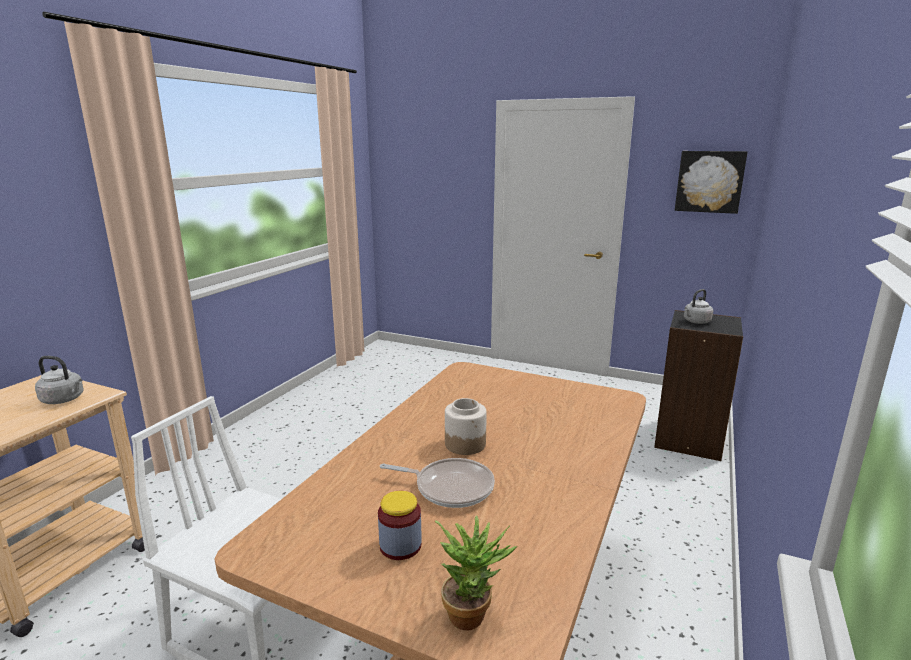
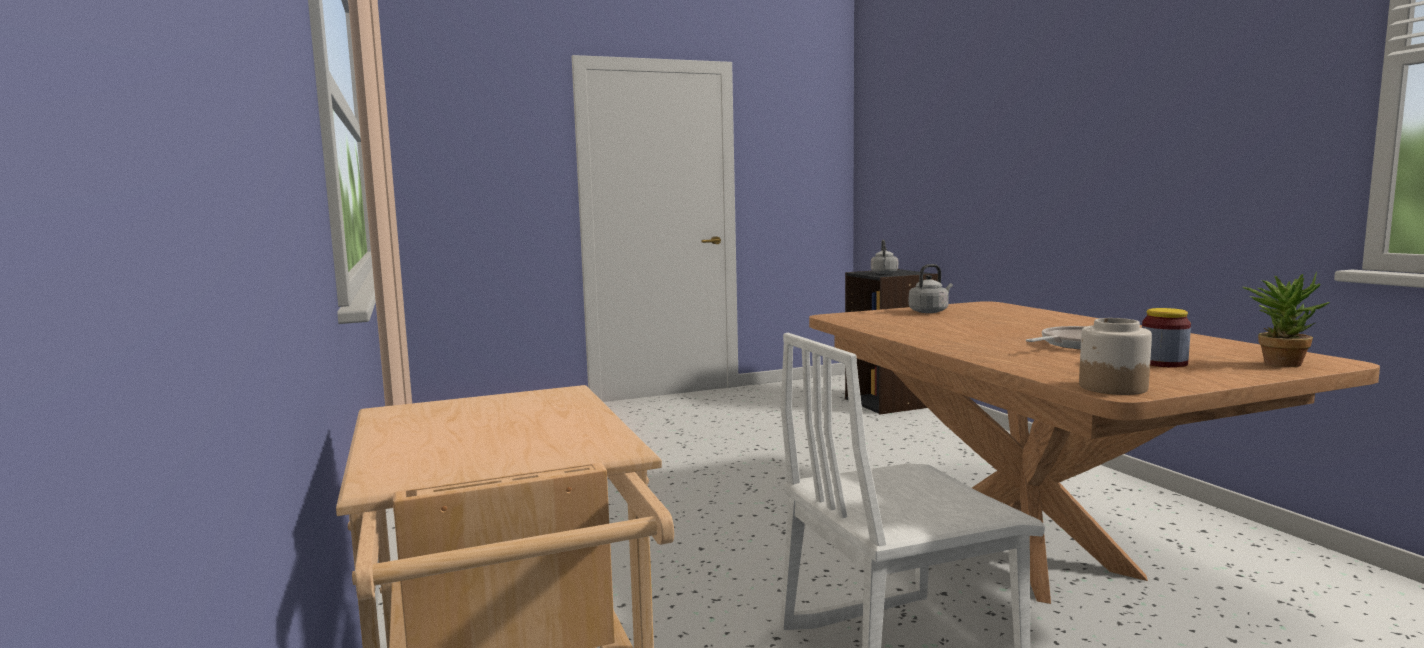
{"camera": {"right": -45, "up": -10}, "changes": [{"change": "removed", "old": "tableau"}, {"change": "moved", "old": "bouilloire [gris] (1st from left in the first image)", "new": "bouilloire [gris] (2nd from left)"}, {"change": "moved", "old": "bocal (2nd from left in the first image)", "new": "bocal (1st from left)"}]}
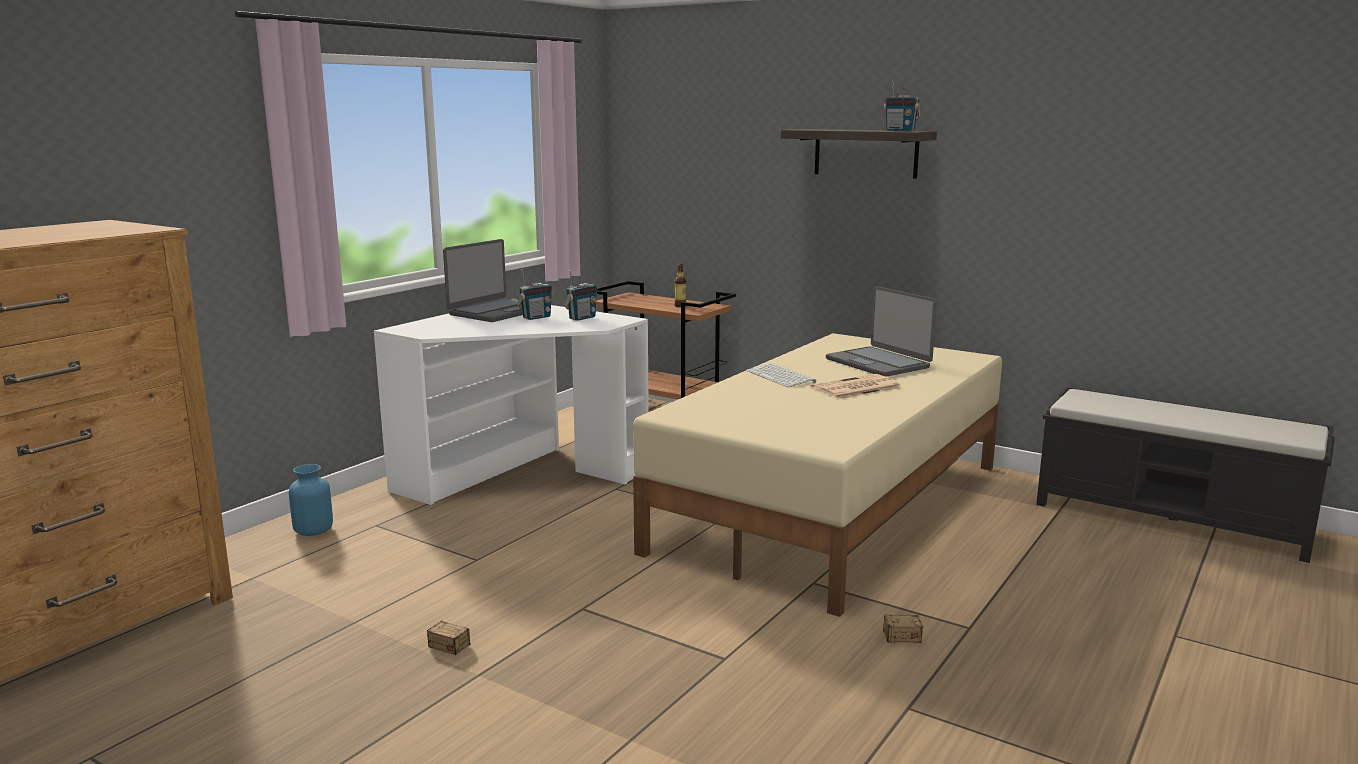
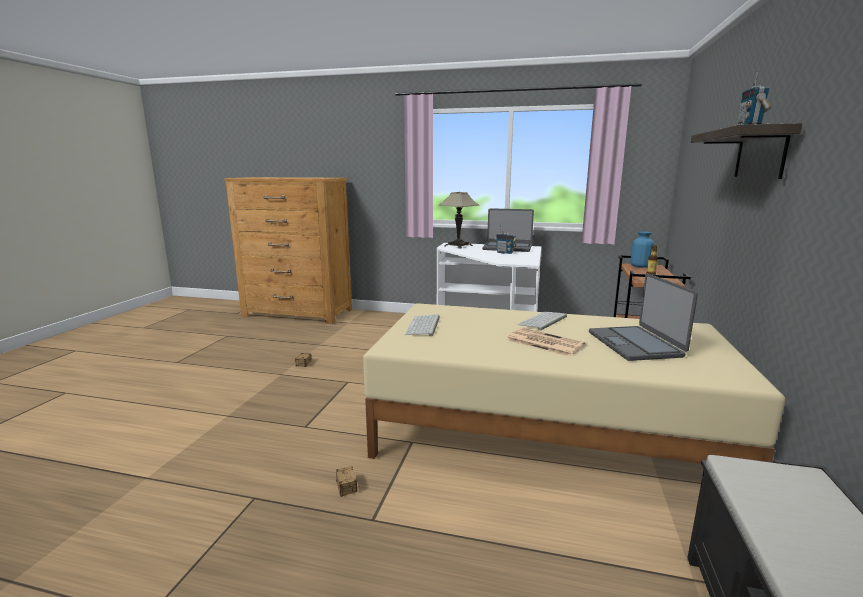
{"camera": {"right": 70, "up": 0}, "changes": [{"change": "removed", "old": "radio (2nd from left)"}, {"change": "turned", "old": "ordinateur portable (2nd from left)", "degrees": -45}, {"change": "moved", "old": "vase [bleu]"}, {"change": "added", "new": "lampe de table"}, {"change": "added", "new": "clavier (1st from left)"}]}
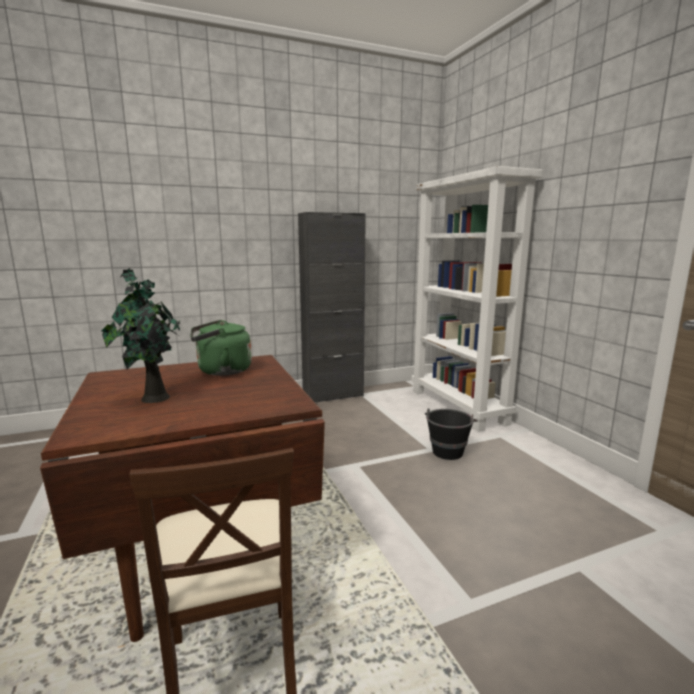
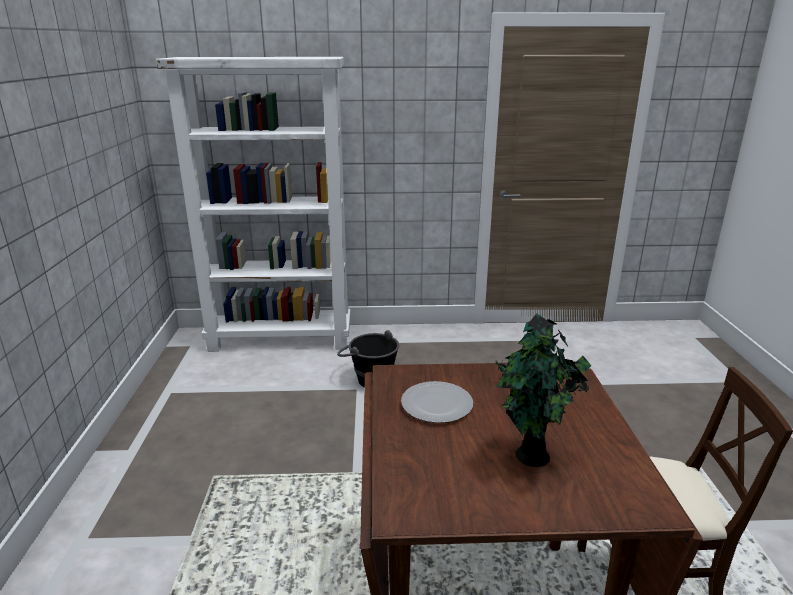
{"camera": {"right": -70, "up": 10}, "changes": [{"change": "removed", "old": "meuble de rangement [noir]"}, {"change": "replaced", "old": "bouilloire [vert]", "new": "assiette"}]}
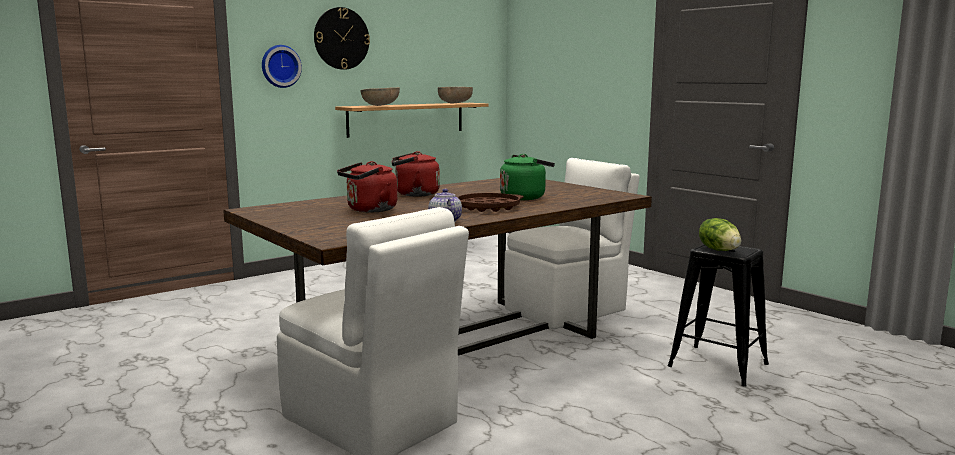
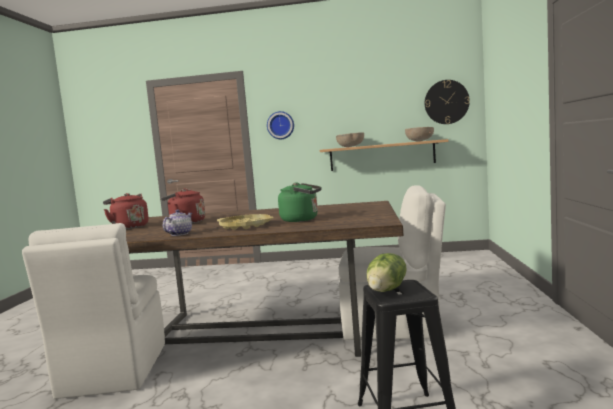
{"camera": {"right": 45, "up": -5}, "changes": [{"change": "moved", "old": "horloge murale (2nd from left)"}, {"change": "moved", "old": "bouilloire [rouge] (2nd from left in the first image)", "new": "bouilloire [rouge] (1st from left)"}, {"change": "recoloured", "old": "plateau [marron]", "new": "plateau [jaune]"}]}
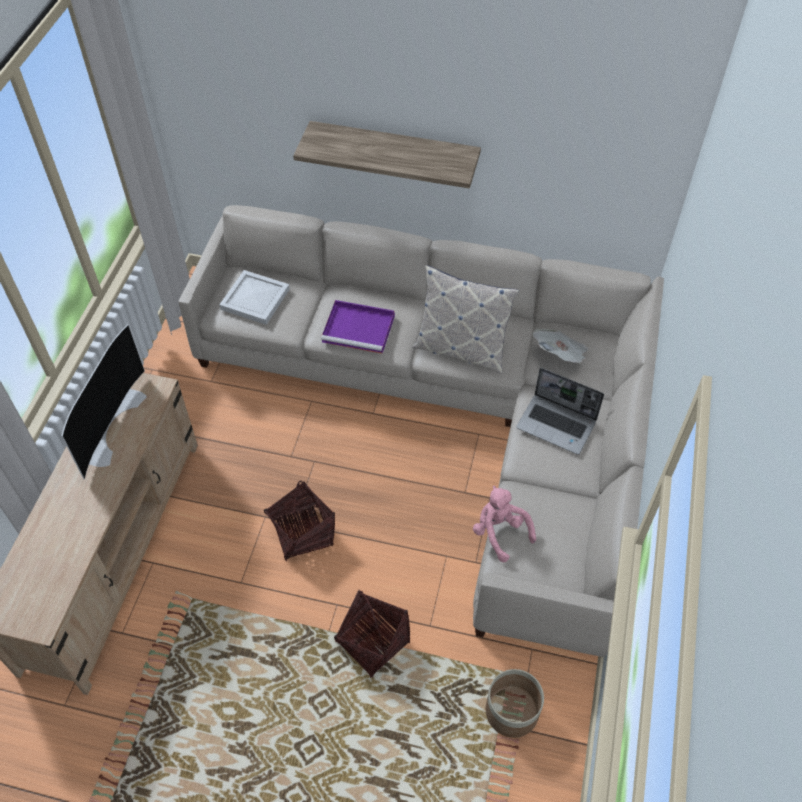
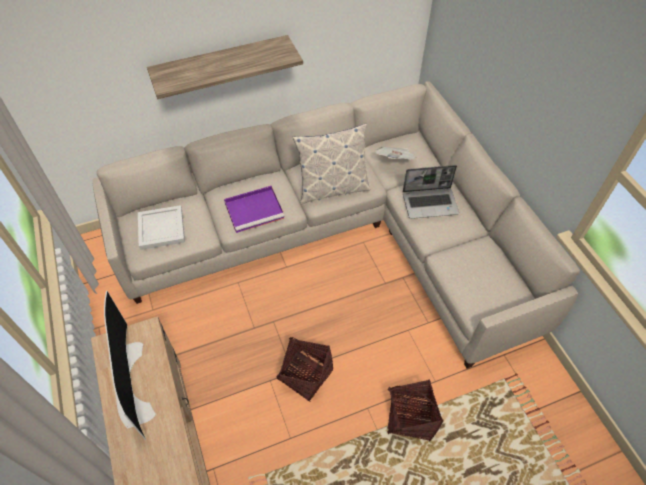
{"camera": {"right": -35, "up": 0}, "changes": [{"change": "removed", "old": "peluche [rose]"}, {"change": "removed", "old": "cache-pot"}]}
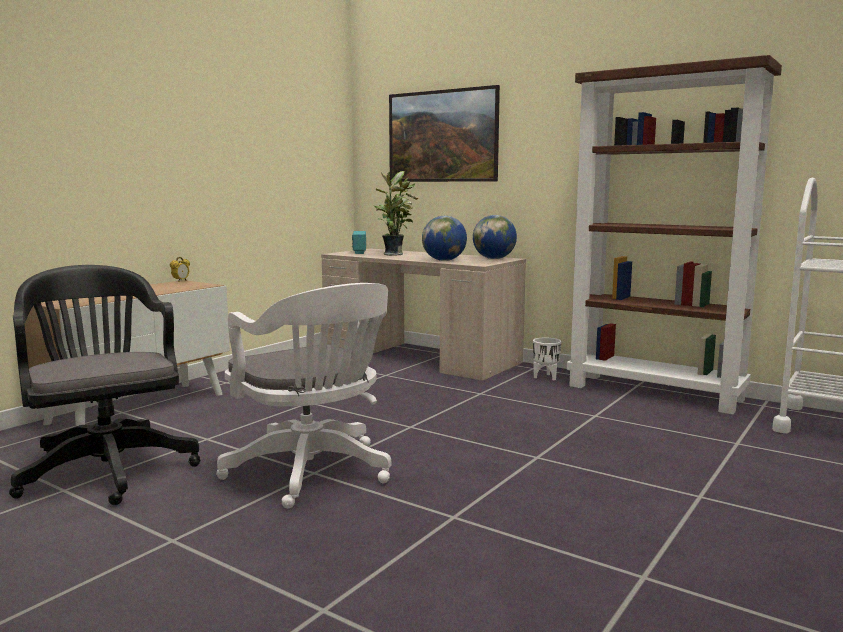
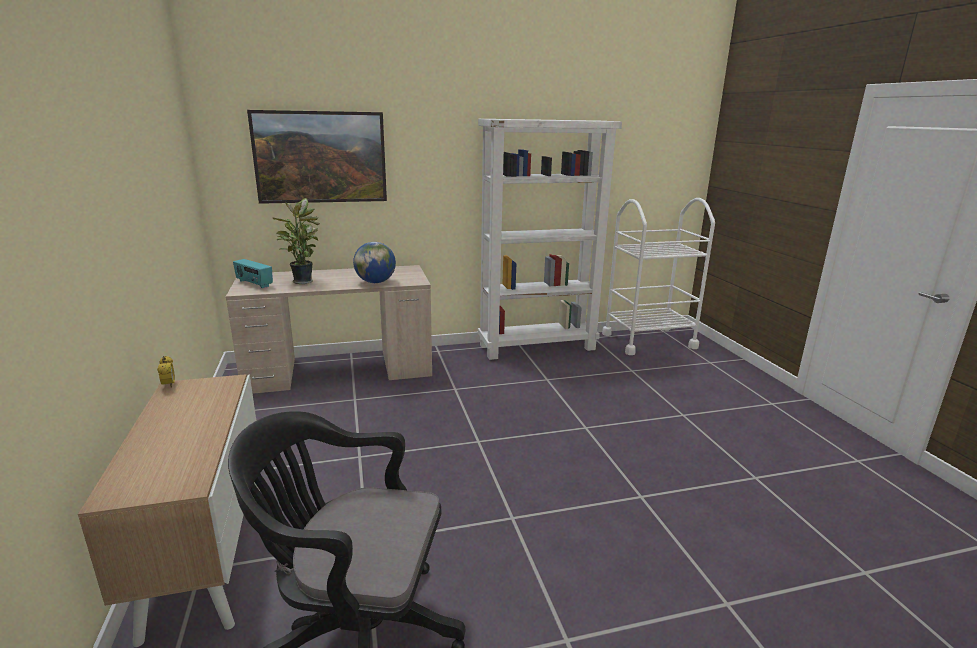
{"camera": {"right": -50, "up": 10}, "changes": [{"change": "recoloured", "old": "bibliothèque [marron]", "new": "bibliothèque [blanc]"}, {"change": "removed", "old": "globe (2nd from left)"}, {"change": "removed", "old": "chaise de bureau [blanc]"}, {"change": "removed", "old": "cache-pot [blanc]"}]}
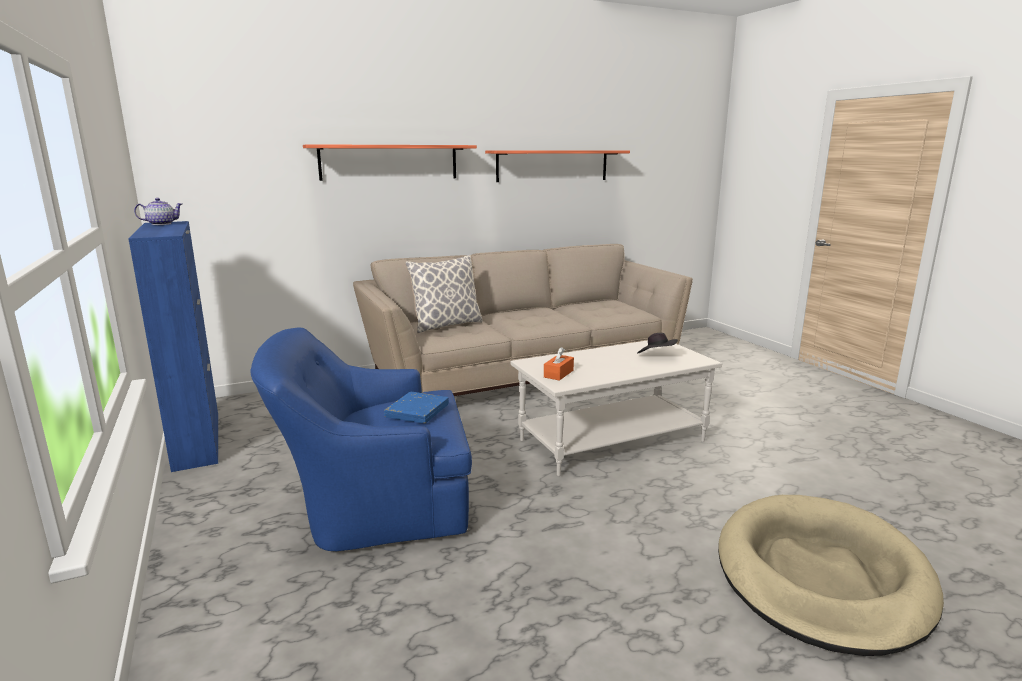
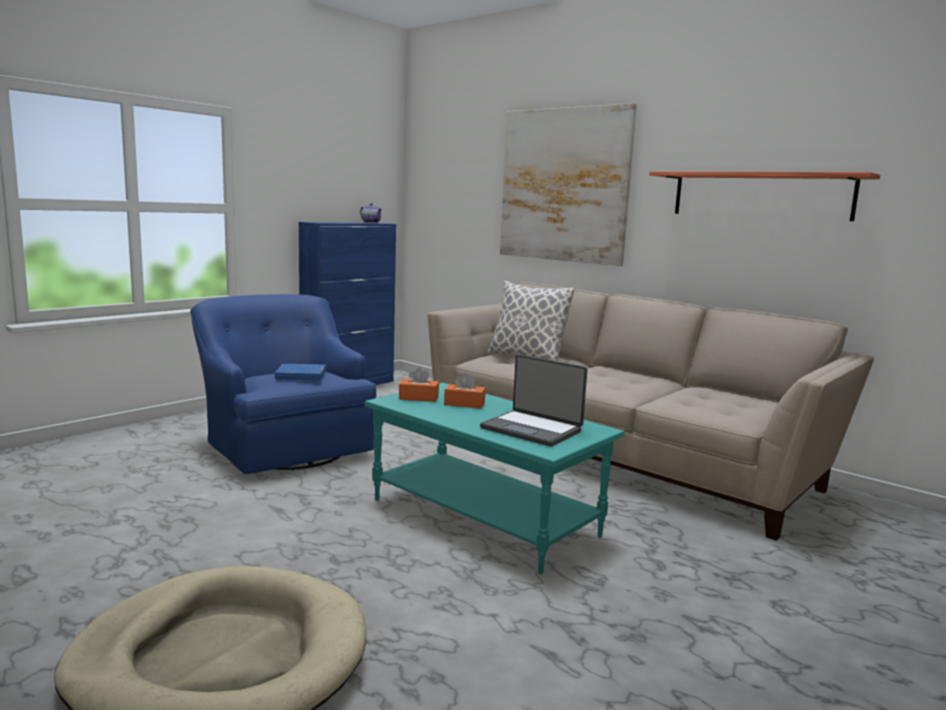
{"camera": {"right": 65, "up": -5}, "changes": [{"change": "replaced", "old": "étagère (1st from left)", "new": "tableau"}, {"change": "replaced", "old": "chapeau [noir]", "new": "ordinateur portable"}, {"change": "recoloured", "old": "table basse [blanc]", "new": "table basse [turquoise]"}, {"change": "added", "new": "boîte à mouchoirs [orange] (2nd from left)"}]}
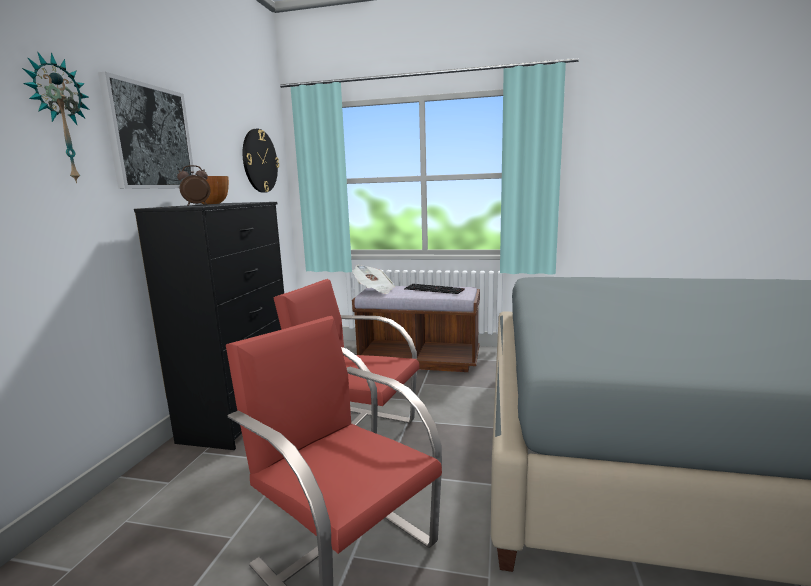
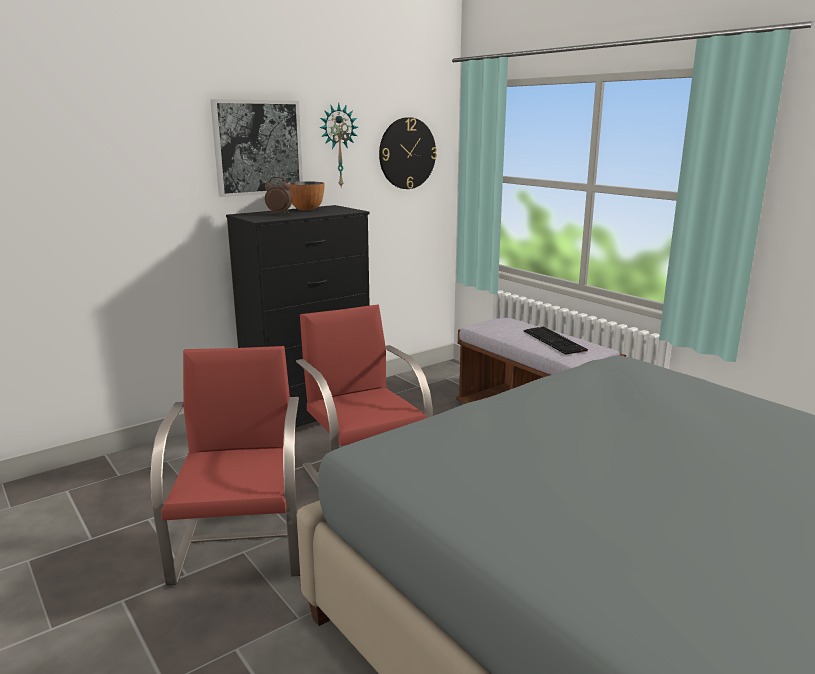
{"camera": {"right": 40, "up": 5}, "changes": [{"change": "moved", "old": "horloge murale (1st from left)"}, {"change": "removed", "old": "journal"}]}
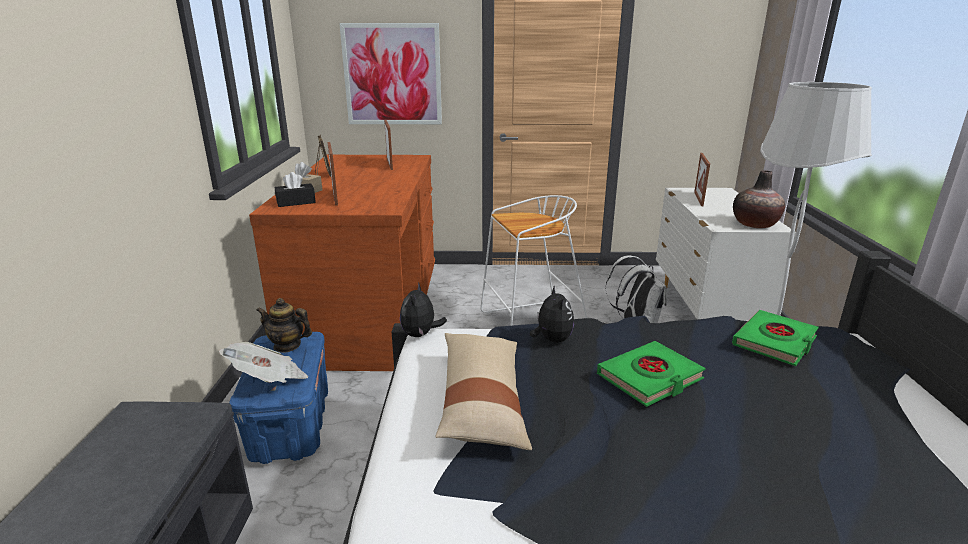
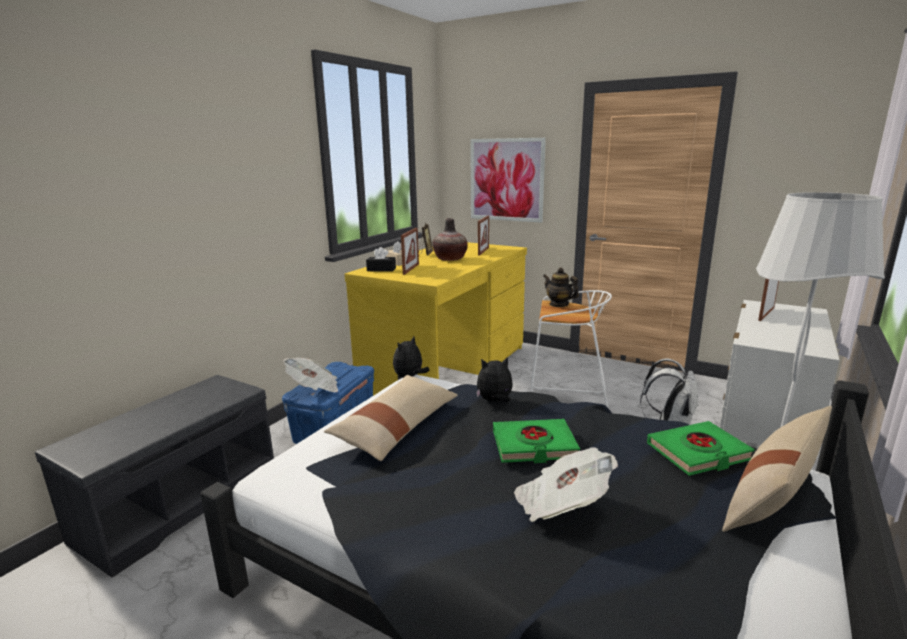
{"camera": {"right": 30, "up": -5}, "changes": [{"change": "recoloured", "old": "bureau [marron]", "new": "bureau [jaune]"}, {"change": "moved", "old": "vase"}, {"change": "turned", "old": "peluche (2nd from left)", "degrees": -120}, {"change": "moved", "old": "théière"}, {"change": "added", "new": "coussin [beige] (2nd from left)"}, {"change": "added", "new": "journal (2nd from left)"}]}
